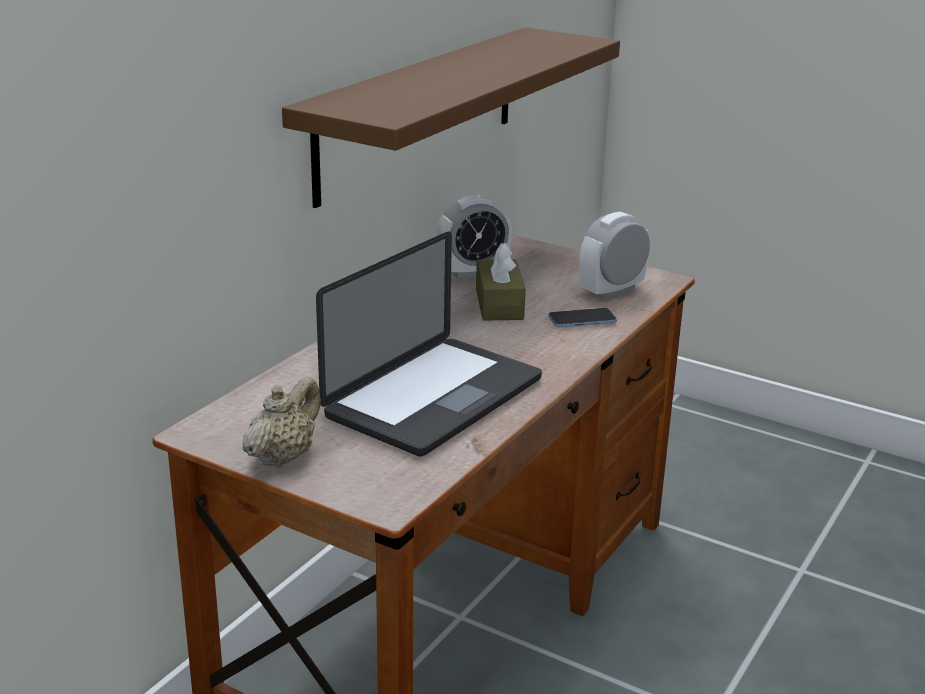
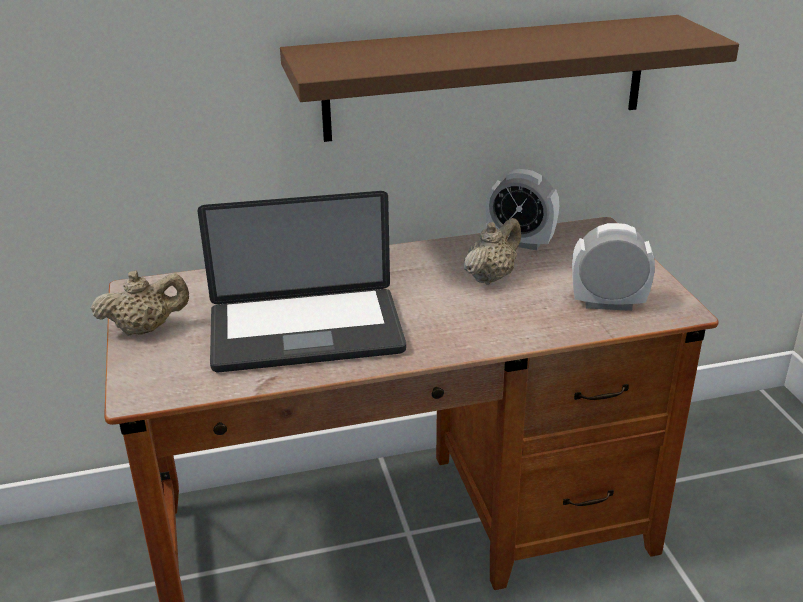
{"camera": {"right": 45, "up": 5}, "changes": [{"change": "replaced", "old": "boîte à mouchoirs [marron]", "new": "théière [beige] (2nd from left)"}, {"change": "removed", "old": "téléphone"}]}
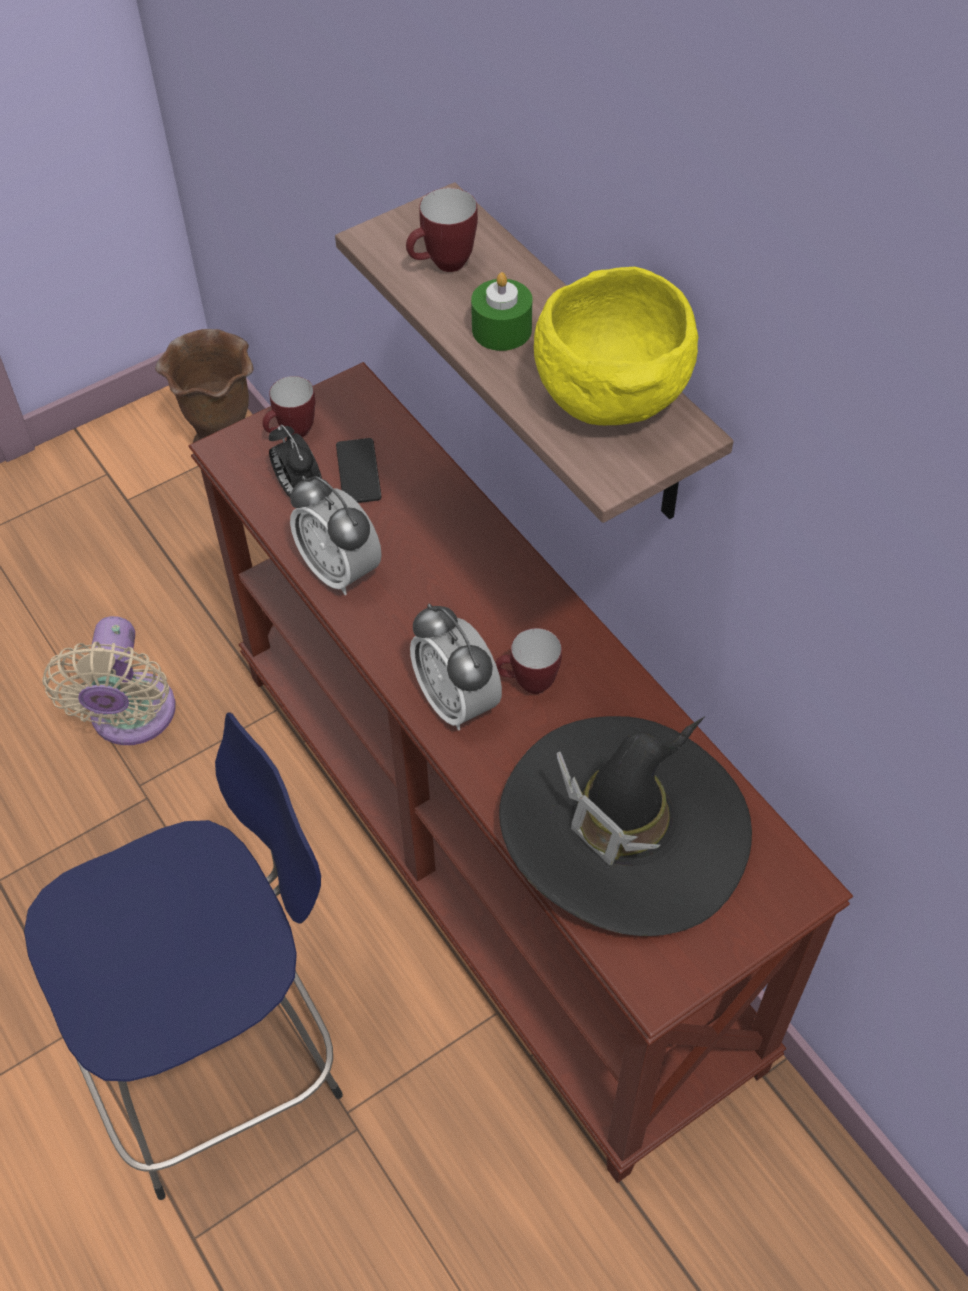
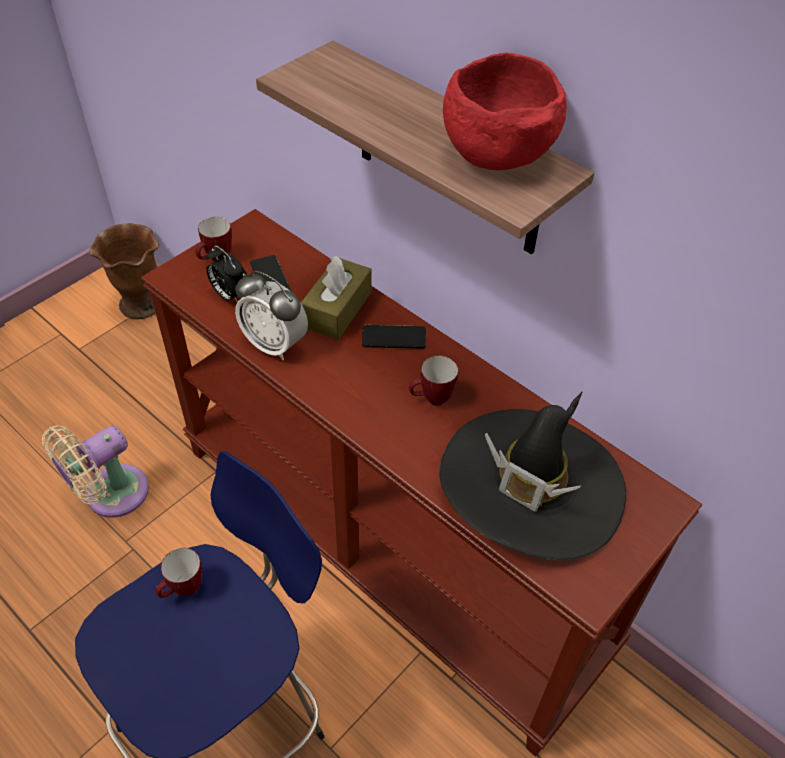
{"camera": {"right": -15, "up": -5}, "changes": [{"change": "moved", "old": "mug (2nd from left in the first image)", "new": "mug (1st from left)"}, {"change": "recoloured", "old": "bol [jaune]", "new": "bol [rouge]"}, {"change": "removed", "old": "bougie [vert]"}, {"change": "removed", "old": "réveil (3rd from left)"}, {"change": "turned", "old": "ventilateur [beige]", "degrees": 60}, {"change": "added", "new": "boîte à mouchoirs [marron]"}, {"change": "added", "new": "téléphone (2nd from left)"}]}
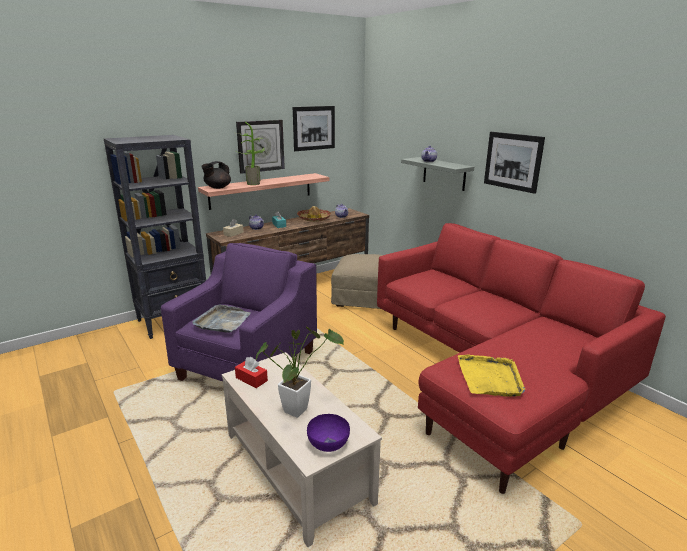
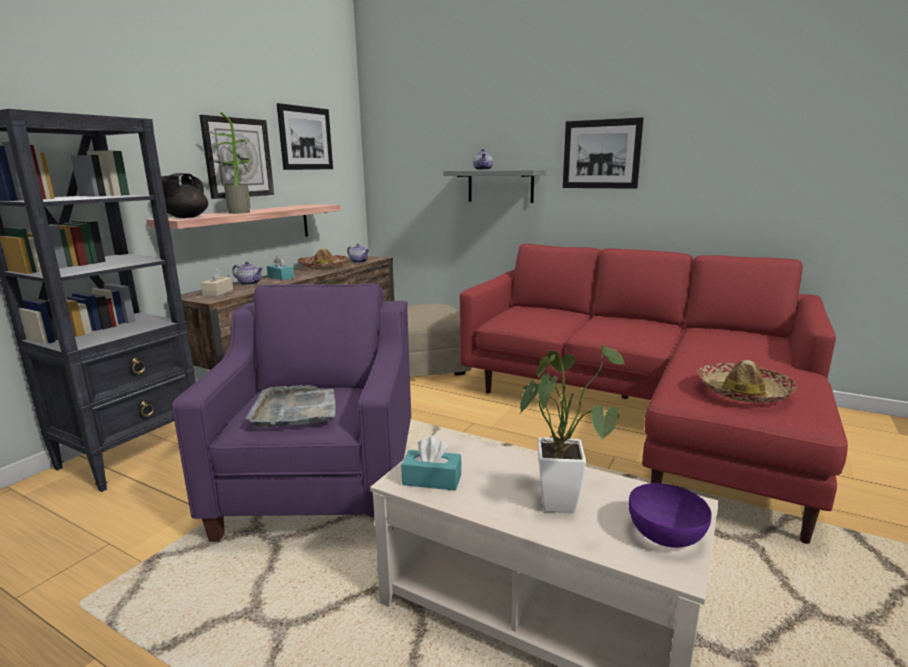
{"camera": {"right": -25, "up": -5}, "changes": [{"change": "replaced", "old": "plateau [jaune]", "new": "chapeau (2nd from left)"}, {"change": "recoloured", "old": "boîte à mouchoirs [rouge]", "new": "boîte à mouchoirs [turquoise] (2nd from left)"}]}
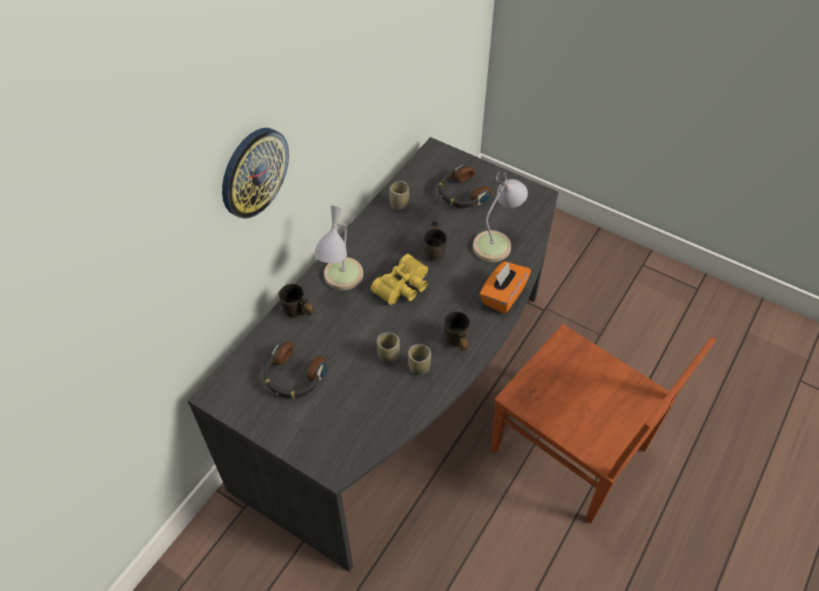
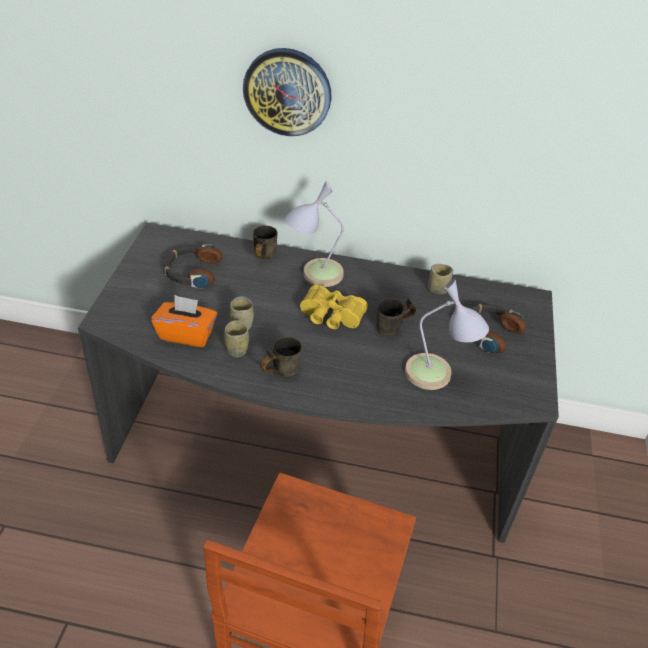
{"camera": {"right": 65, "up": -10}, "changes": [{"change": "moved", "old": "boîte à mouchoirs [orange]"}]}
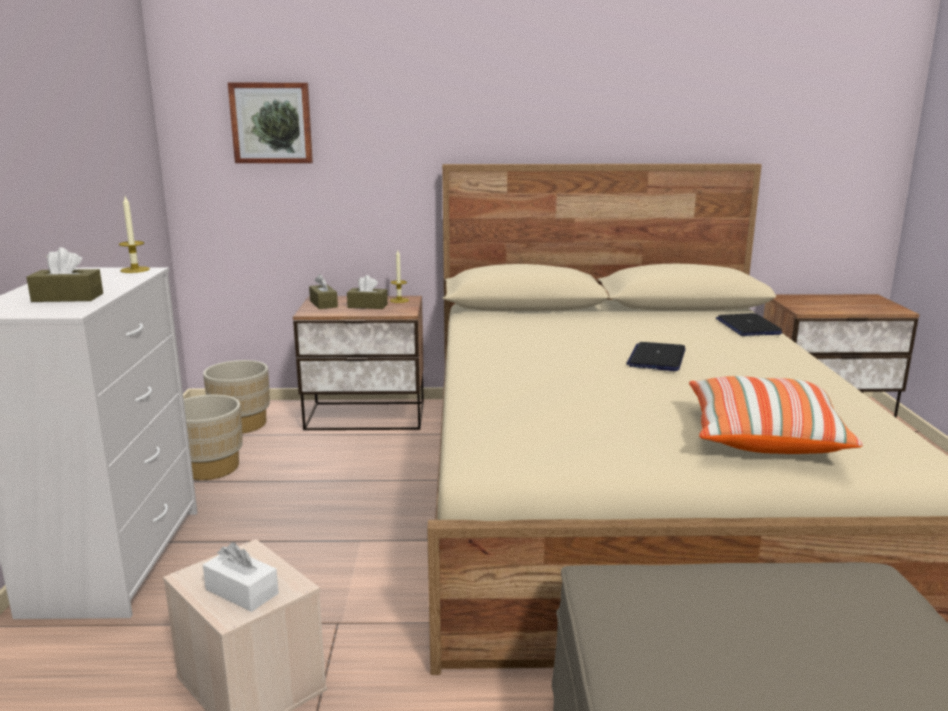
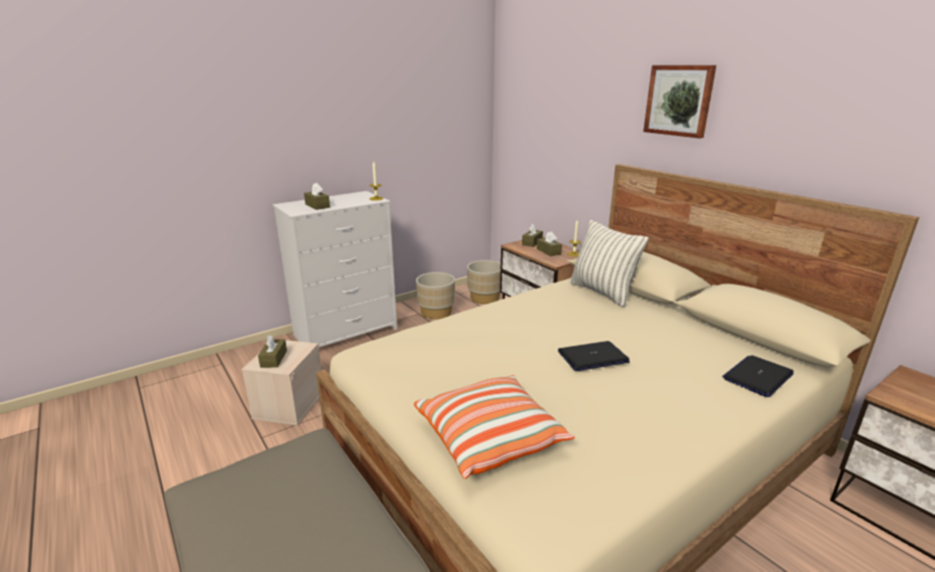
{"camera": {"right": 55, "up": 5}, "changes": [{"change": "moved", "old": "tableau"}, {"change": "recoloured", "old": "boîte à mouchoirs [blanc]", "new": "boîte à mouchoirs [marron] (1st from left)"}, {"change": "added", "new": "coussin (2nd from left)"}]}
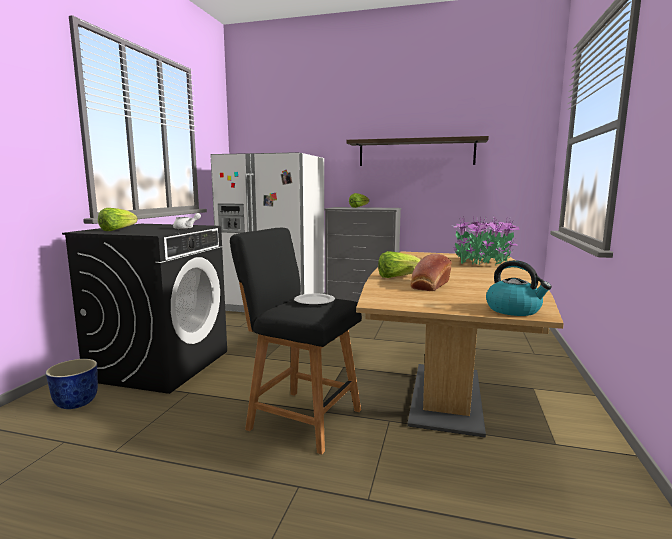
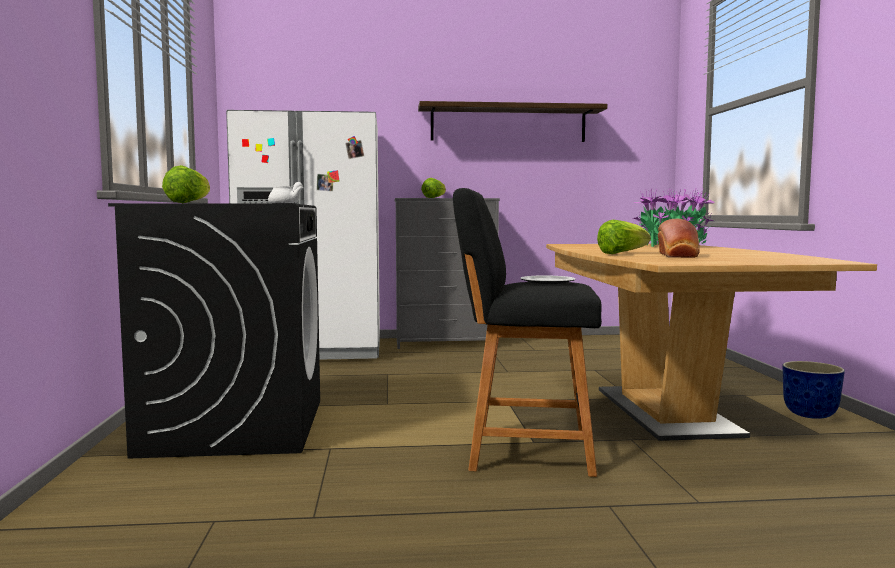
{"camera": {"right": -20, "up": -5}, "changes": [{"change": "removed", "old": "bouilloire"}, {"change": "moved", "old": "cache-pot"}]}
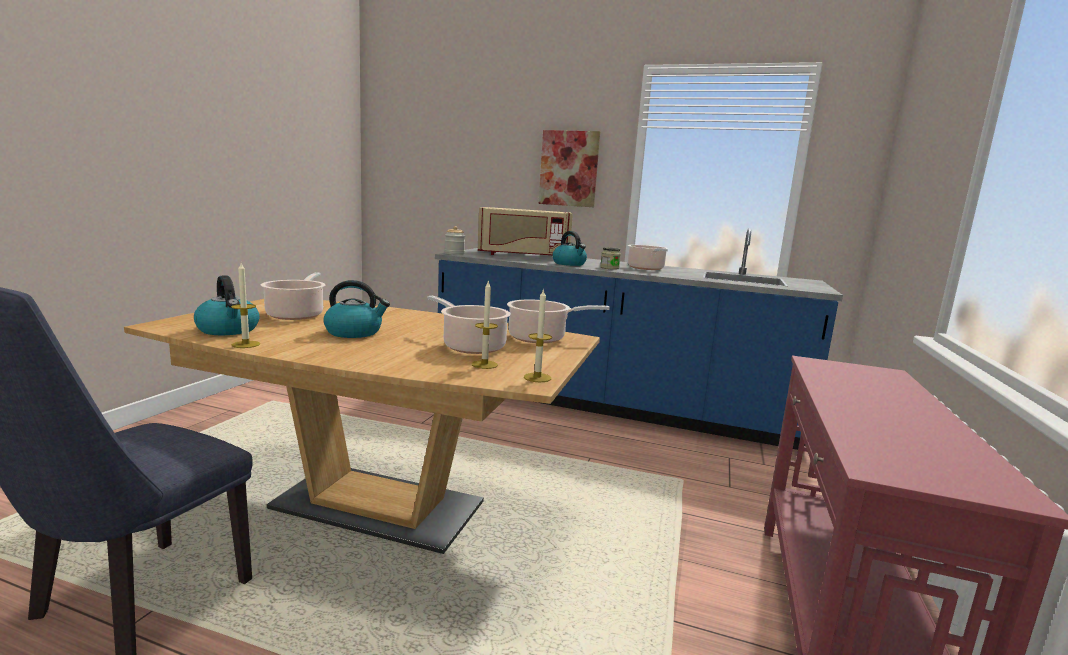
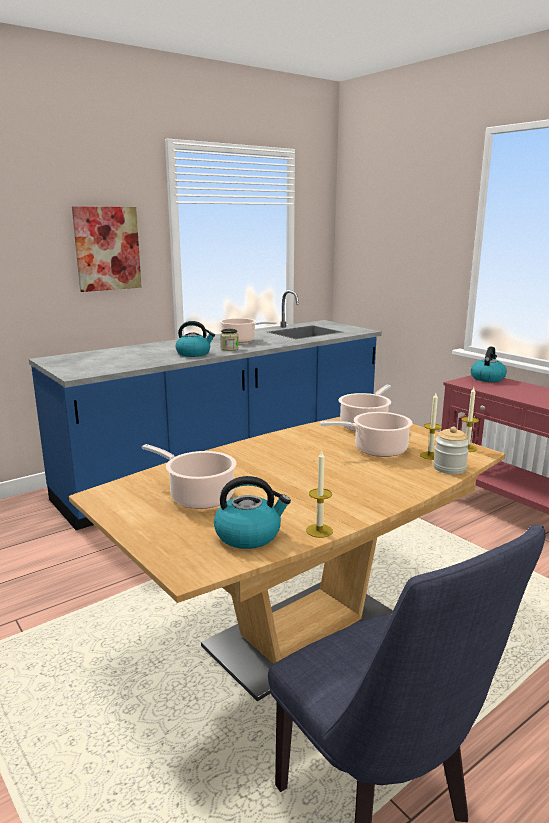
{"camera": {"right": -55, "up": 5}, "changes": [{"change": "removed", "old": "micro-ondes [beige]"}, {"change": "moved", "old": "bocal (1st from left in the first image)", "new": "bocal (2nd from left)"}, {"change": "moved", "old": "bouilloire (2nd from left in the first image)", "new": "bouilloire (3rd from left)"}]}
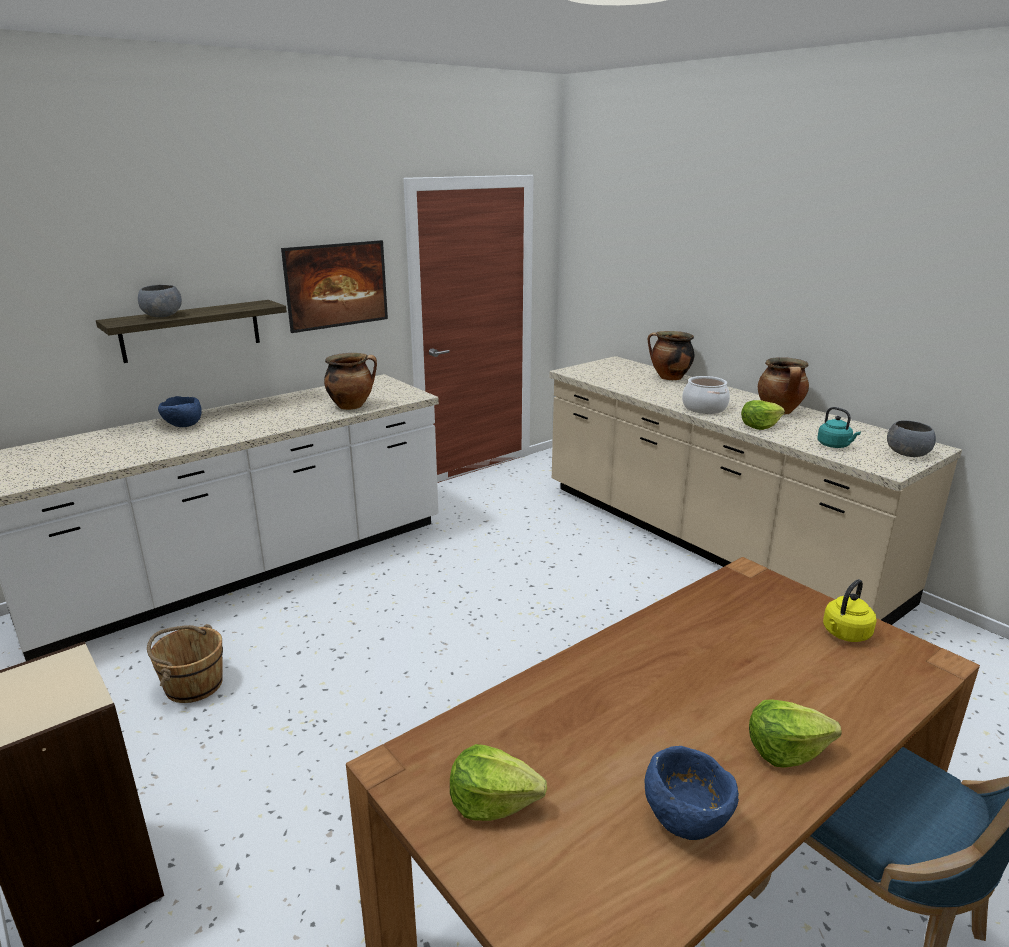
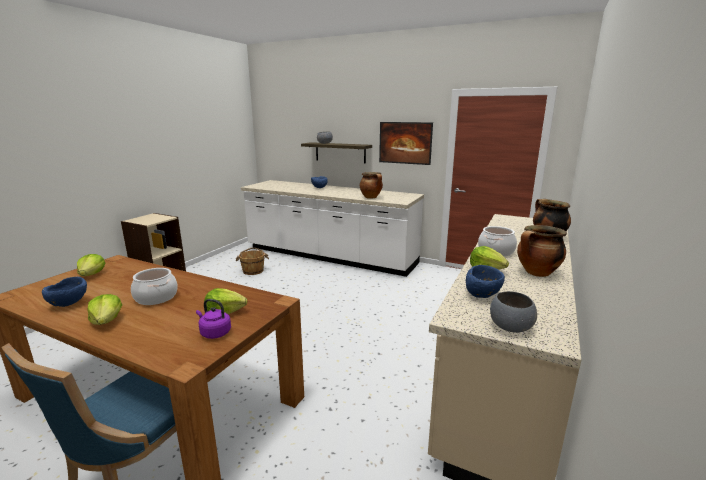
{"camera": {"right": 65, "up": -5}, "changes": [{"change": "replaced", "old": "bouilloire [turquoise]", "new": "bol [bleu] (3rd from left)"}, {"change": "recoloured", "old": "bouilloire [jaune]", "new": "bouilloire [violet]"}, {"change": "added", "new": "marmite (1st from left)"}, {"change": "added", "new": "laitue (3rd from left)"}]}
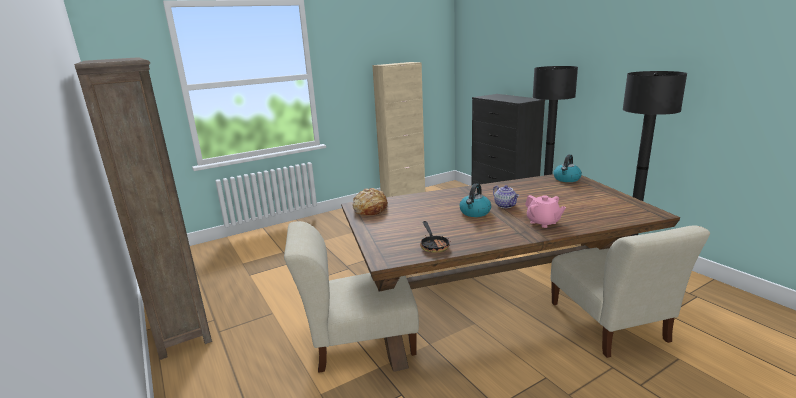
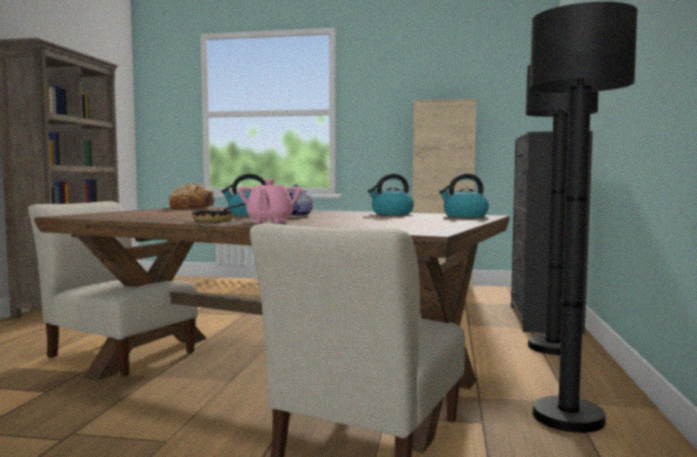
{"camera": {"right": 40, "up": -15}, "changes": [{"change": "moved", "old": "poêle"}, {"change": "added", "new": "bouilloire (2nd from left)"}]}
